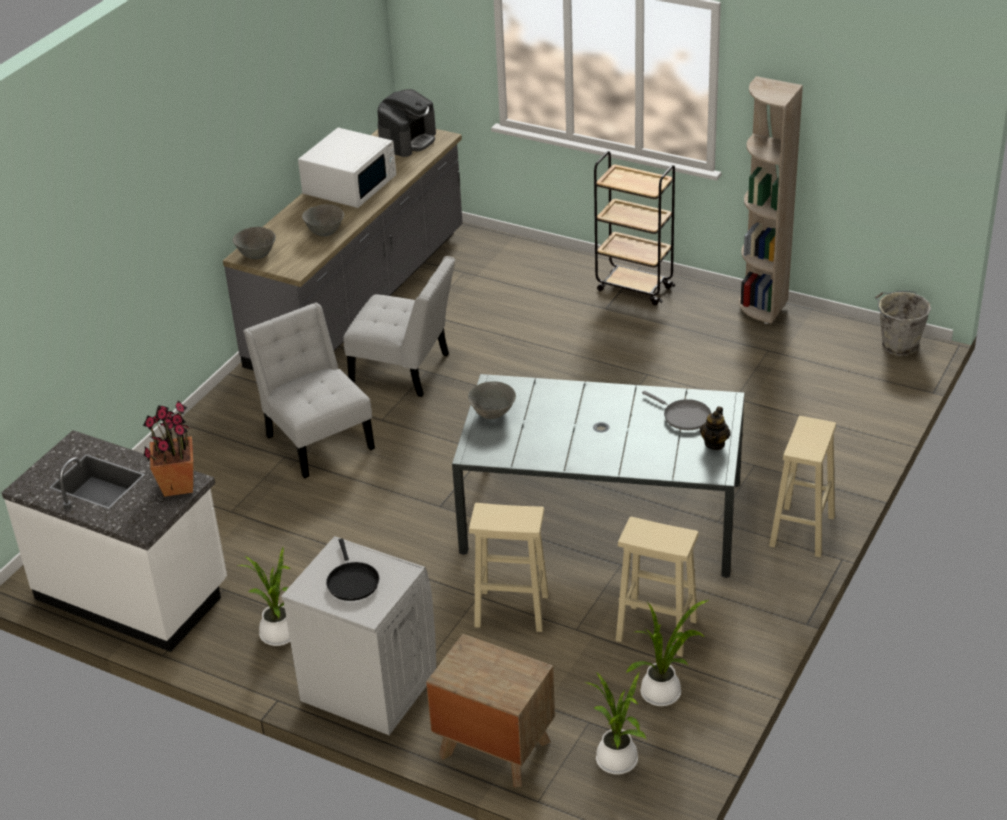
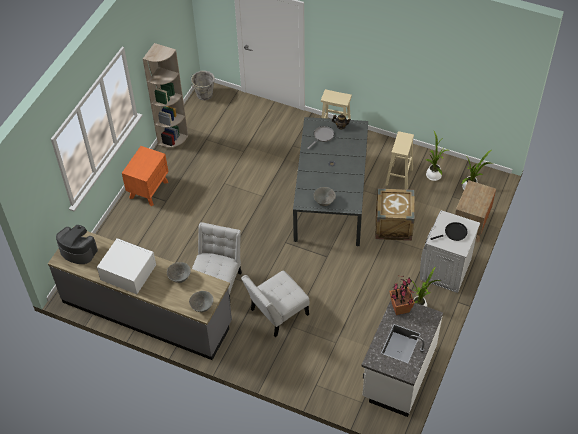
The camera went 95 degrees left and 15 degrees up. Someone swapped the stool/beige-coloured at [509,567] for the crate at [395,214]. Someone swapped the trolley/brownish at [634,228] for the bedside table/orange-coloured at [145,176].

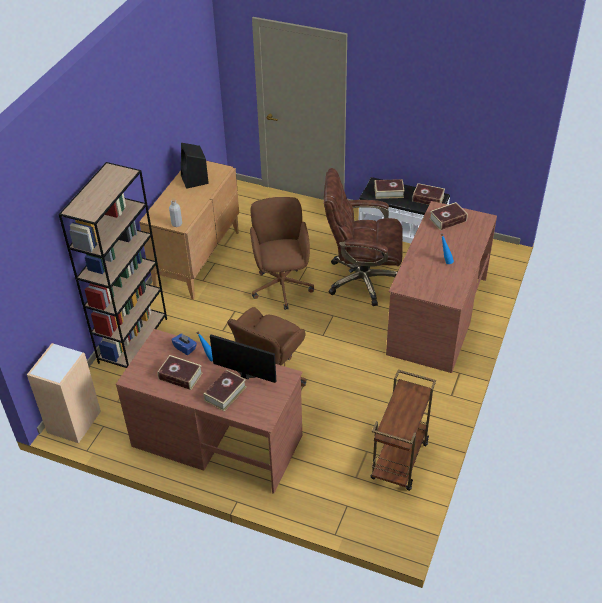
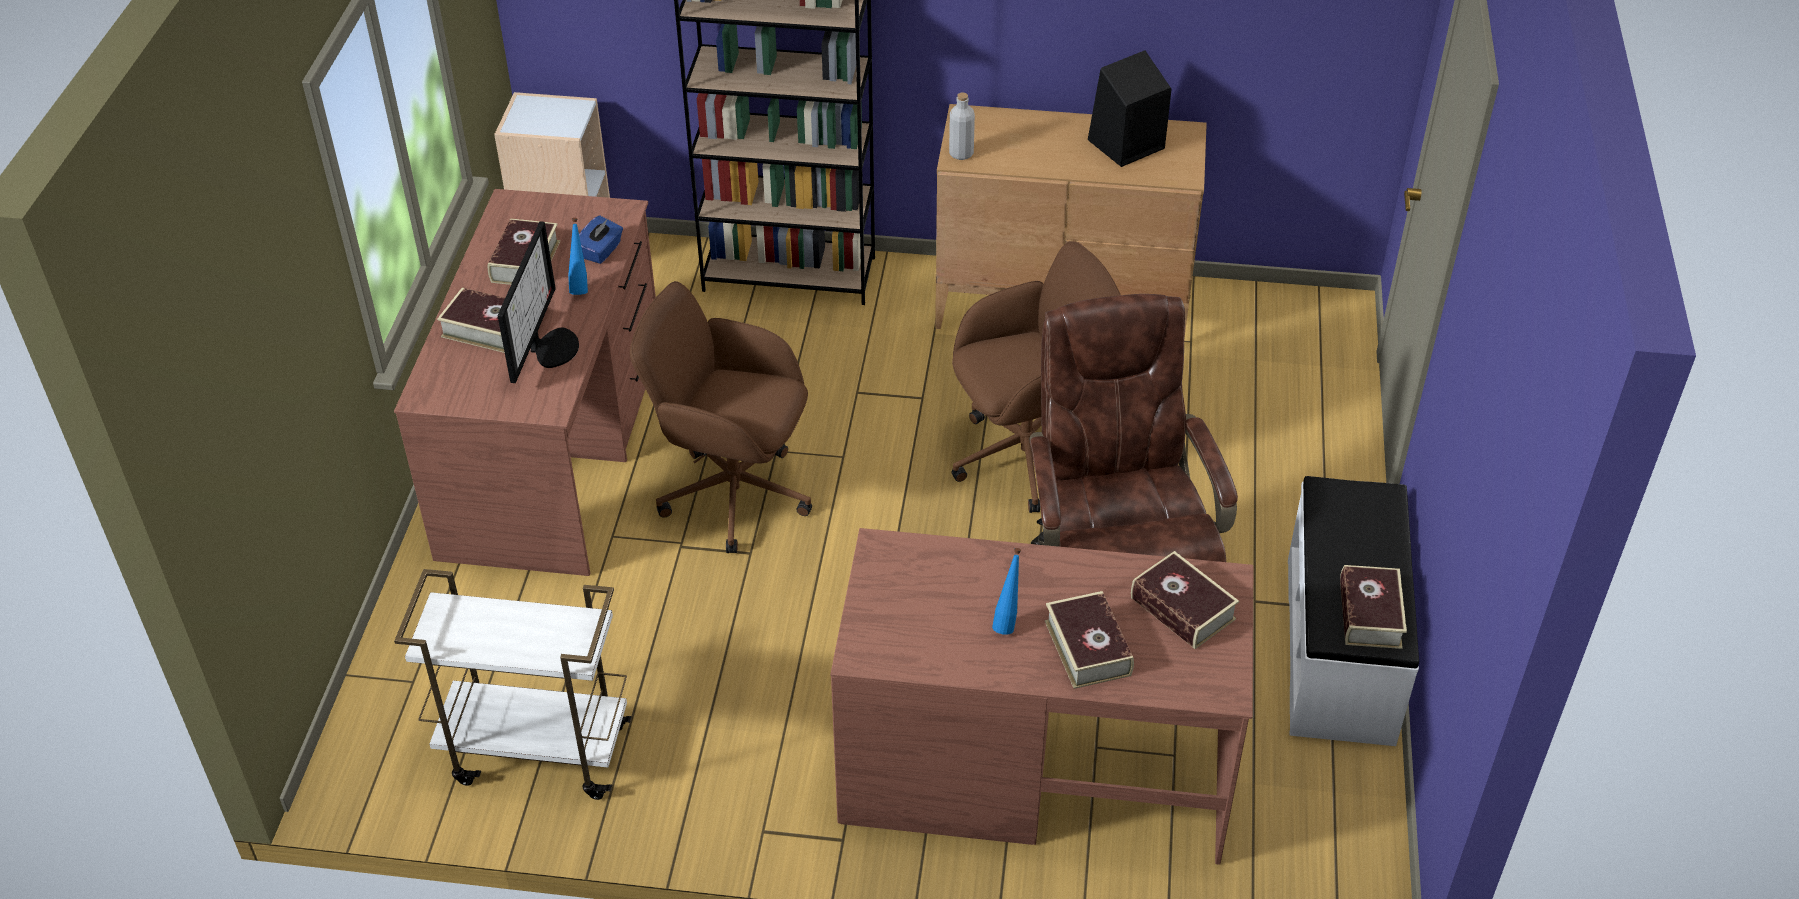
The camera went 75 degrees right and 0 degrees up. Someone repainted the trolley/brownish at [403,430], which became the trolley/whitish at [513,684]. Someone carried the bound book from [389,189] to [1089,640].

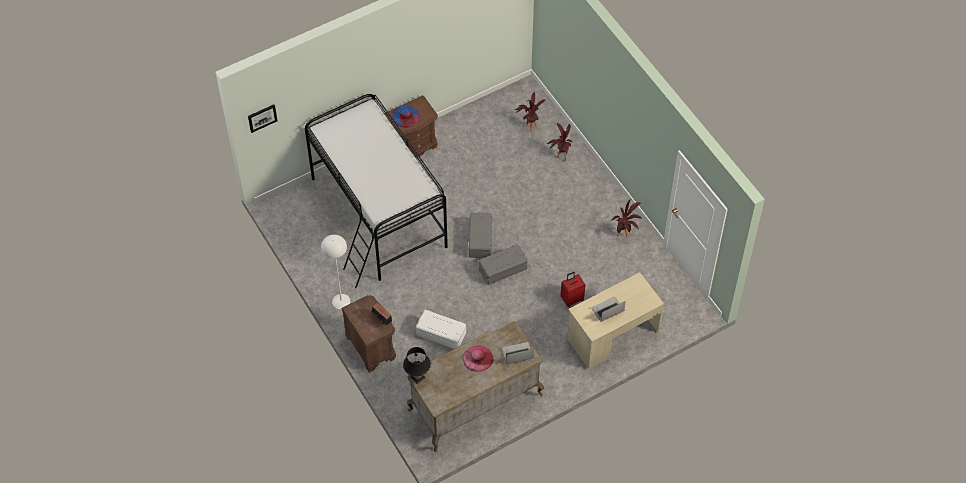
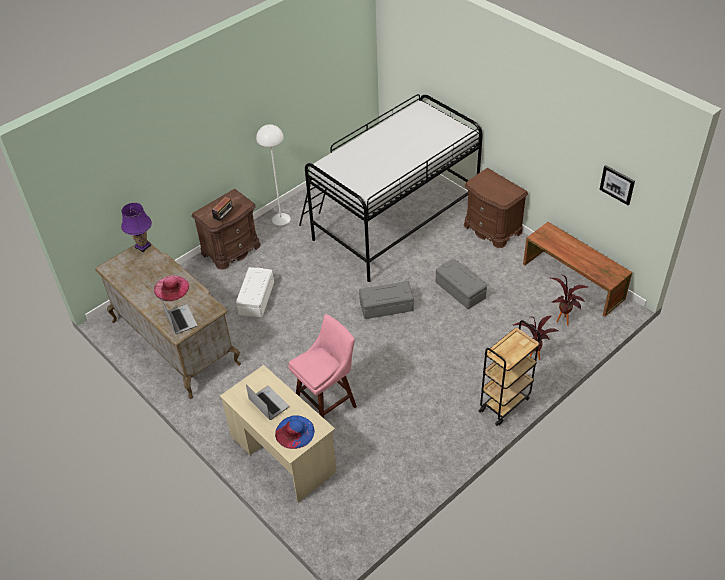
The camera went 80 degrees right and 10 degrees down. Someone carried the picture from [263,118] to [617,185]. Someone carried the hat/blue from [406,117] to [295,432]. Someone repainted the table lamp/blackish at [417,366], which became the table lamp/purple at [136,227]. Someone carried the storage bin/grey from [503,265] to [461,284]. Someone swapped the suitcase/red at [573,289] for the stool/pink-coloured at [322,366]. Someone took away the houseplant at [627,218]. Someone put down the trolley/brownish at [509,373]. Someone put down the bench/brownish at [577,269].

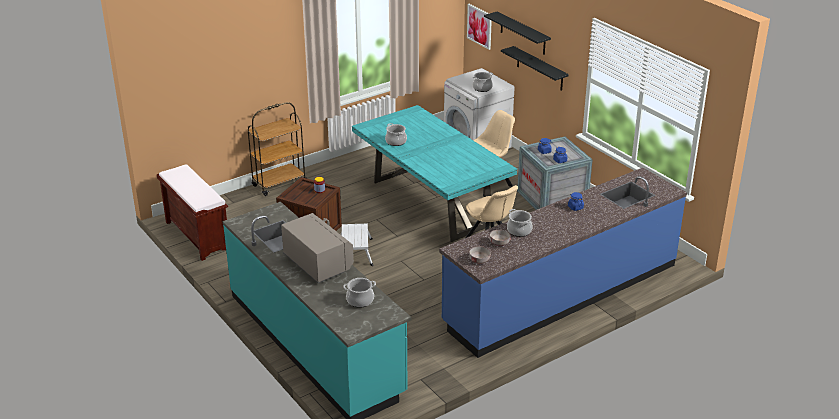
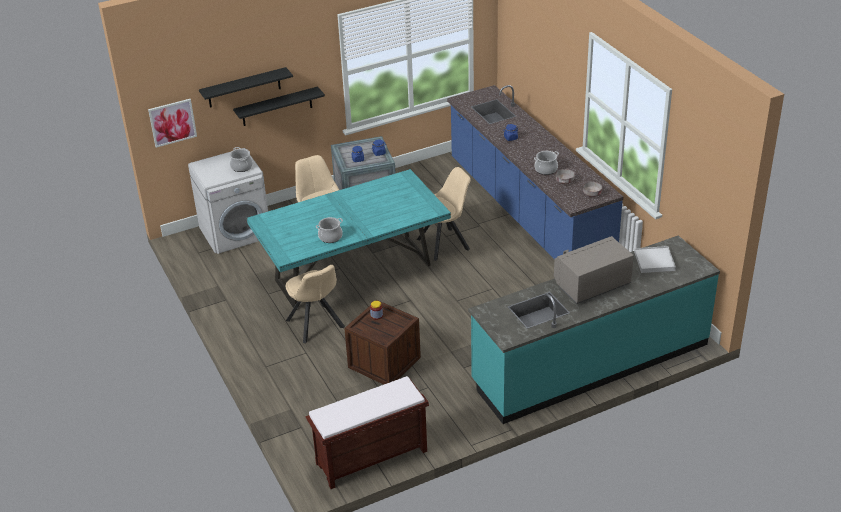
The camera went 80 degrees left and 5 degrees up. Someone took away the trolley/brownish at [278,149]. Someone took away the stepladder/whitish at [357,245]. Someone swapped the stockpot at [359,293] for the serving tray/whitish at [655,259]. Someone put down the upright chair/beige-coloured at [315,304].

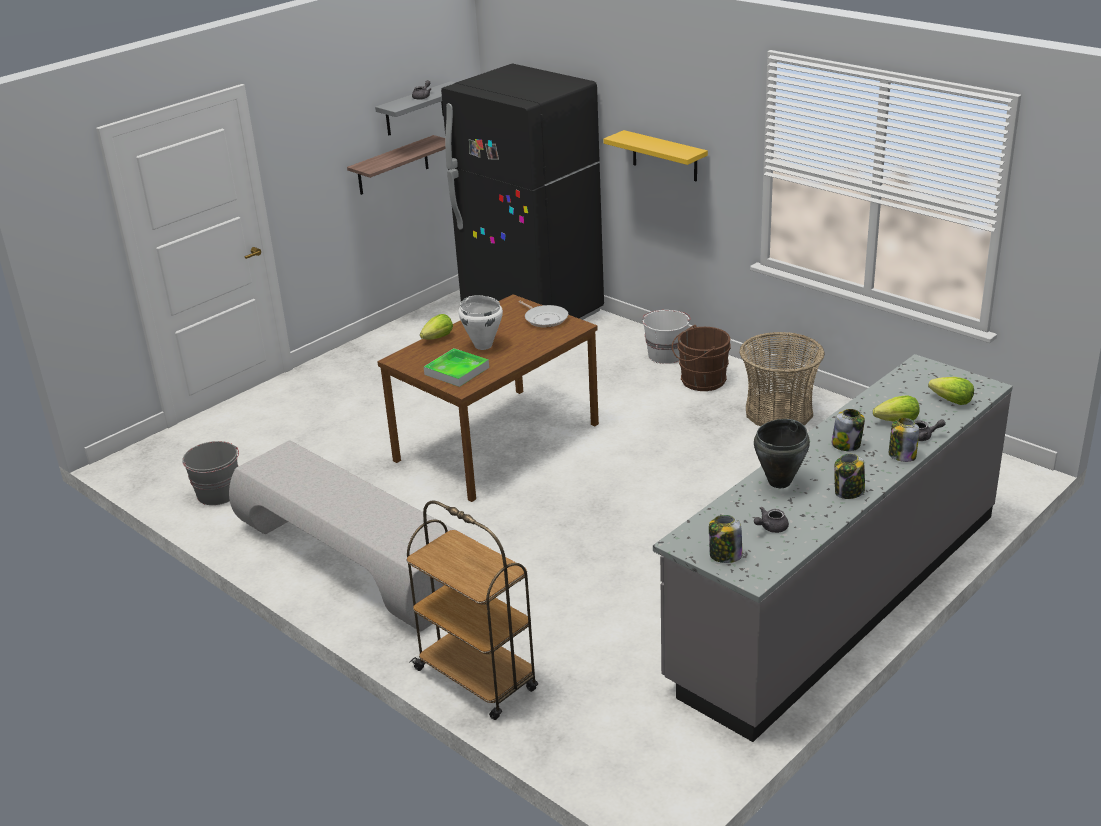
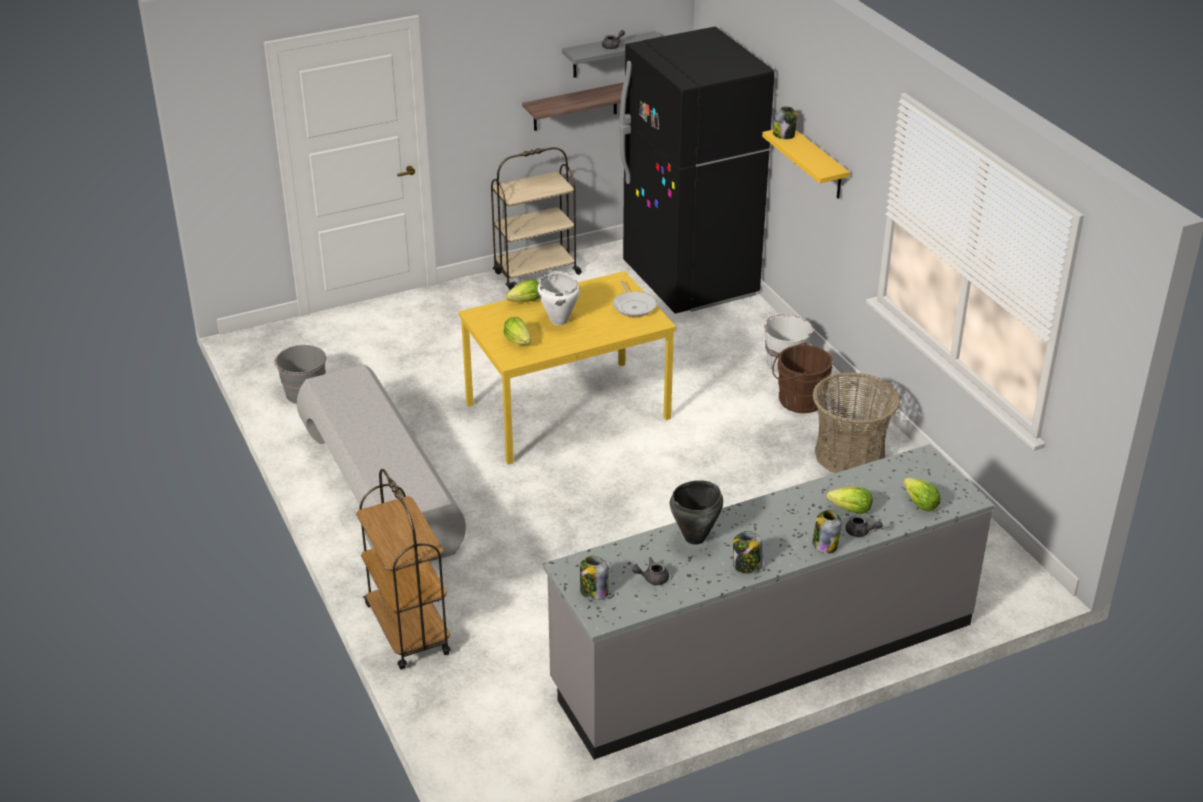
The camera went 20 degrees right and 5 degrees up. Someone repainted the kitchen table/brownish at [488,398], which became the kitchen table/yellow at [567,368]. Someone swapped the serving tray at [456,367] for the lettuce at [517,331]. Someone carried the jar from [848,430] to [785,122]. Someone put down the trolley/beige-coloured at [536,218].

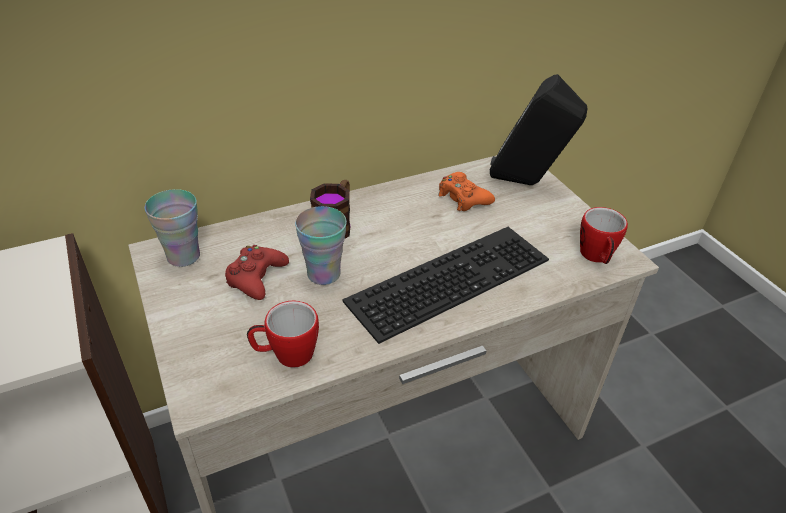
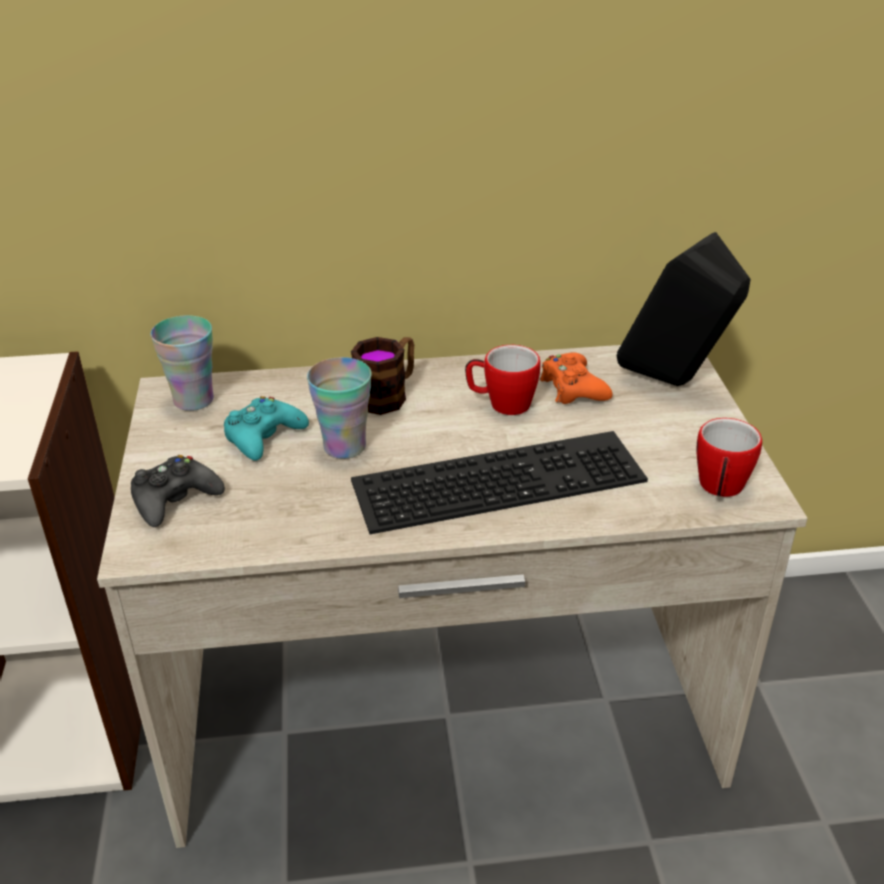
The camera went 20 degrees right and 5 degrees down. Someone repainted the joypad/red at [257,272], which became the joypad/turquoise-coloured at [266,428]. Someone carried the tea mug from [283,334] to [503,380]. Someone put down the joypad/blackish at [178,491].

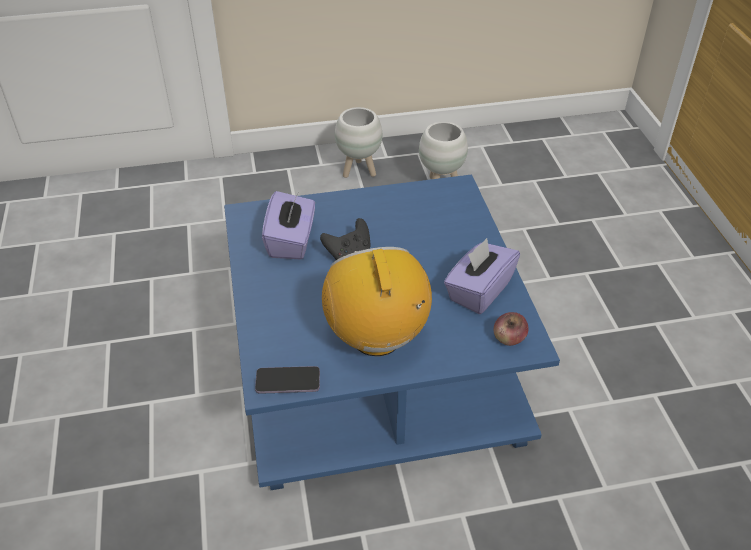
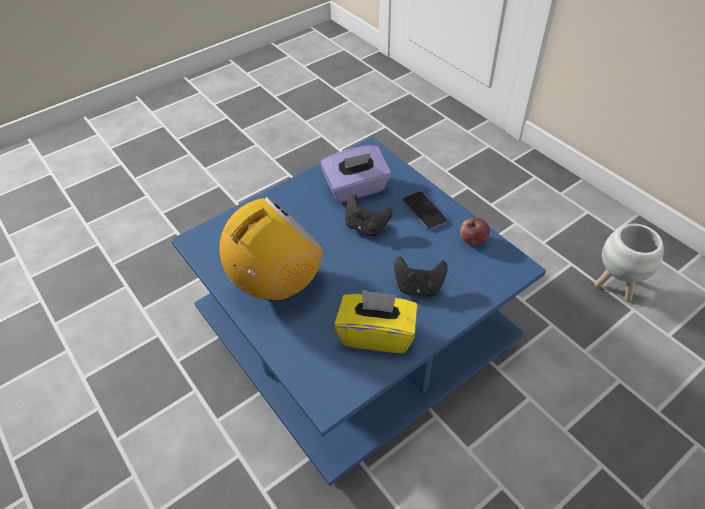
The camera went 65 degrees right and 5 degrees up. Someone carried the phone from [287,380] to [425,210]. Someone took away the flower pot/whitish at [358,142]. Someone repainted the box of tissues/purple at [482,276], which became the box of tissues/yellow at [376,321]. Someone carried the apple from [511,329] to [475,231]. Someone put down the joypad/blackish at [421,277].

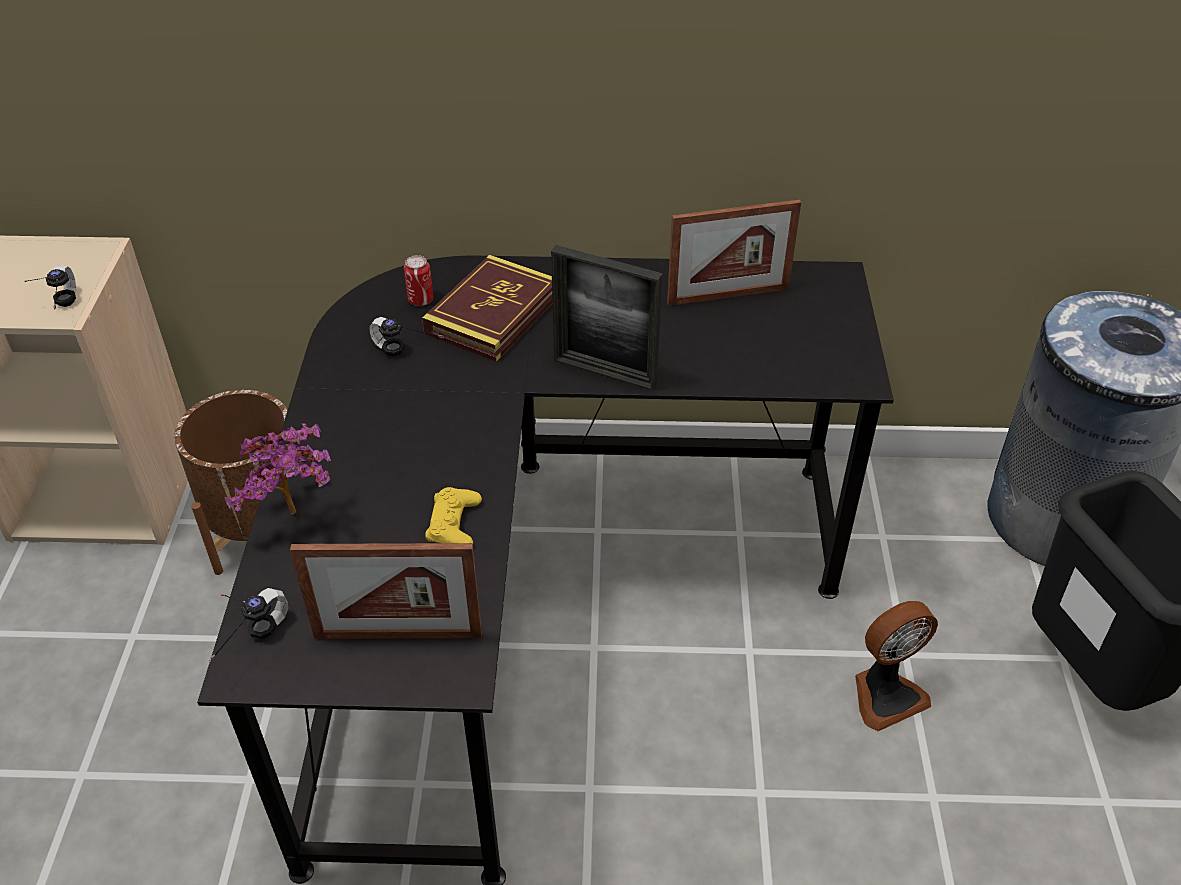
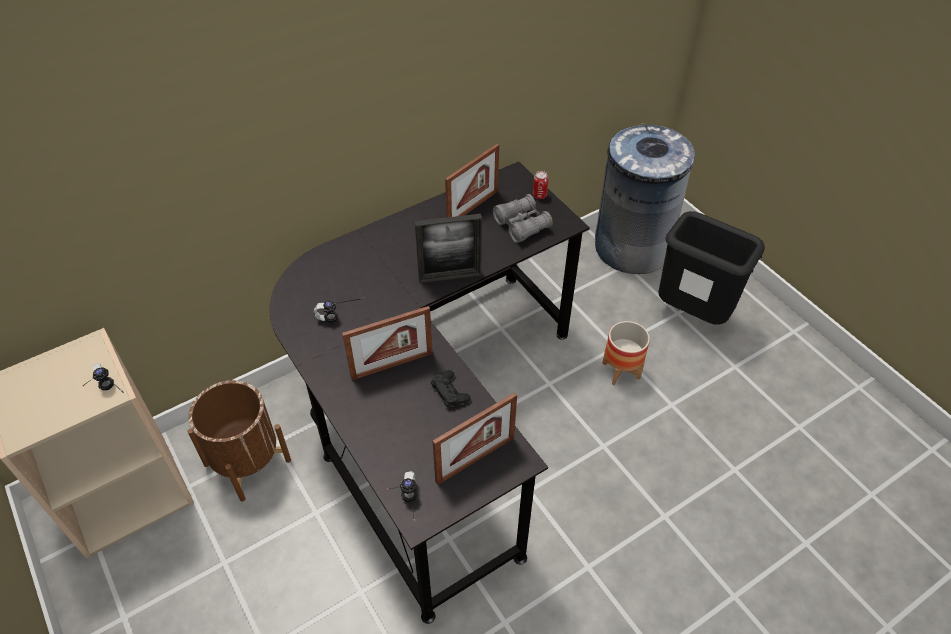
The camera went 35 degrees left and 5 degrees up. Someone took away the houseplant at [277,468]. Someone carried the can from [419,280] to [541,185]. Someone took away the bound book at [487,308]. Someone repainted the joypad/yellow at [453,515], which became the joypad/blackish at [451,388]. Someone swapped the cooling fan at [896,666] for the flower pot at [626,353]. Someone put down the photo frame at [387,343]. Someone put down the field glasses/grey at [523,218].

